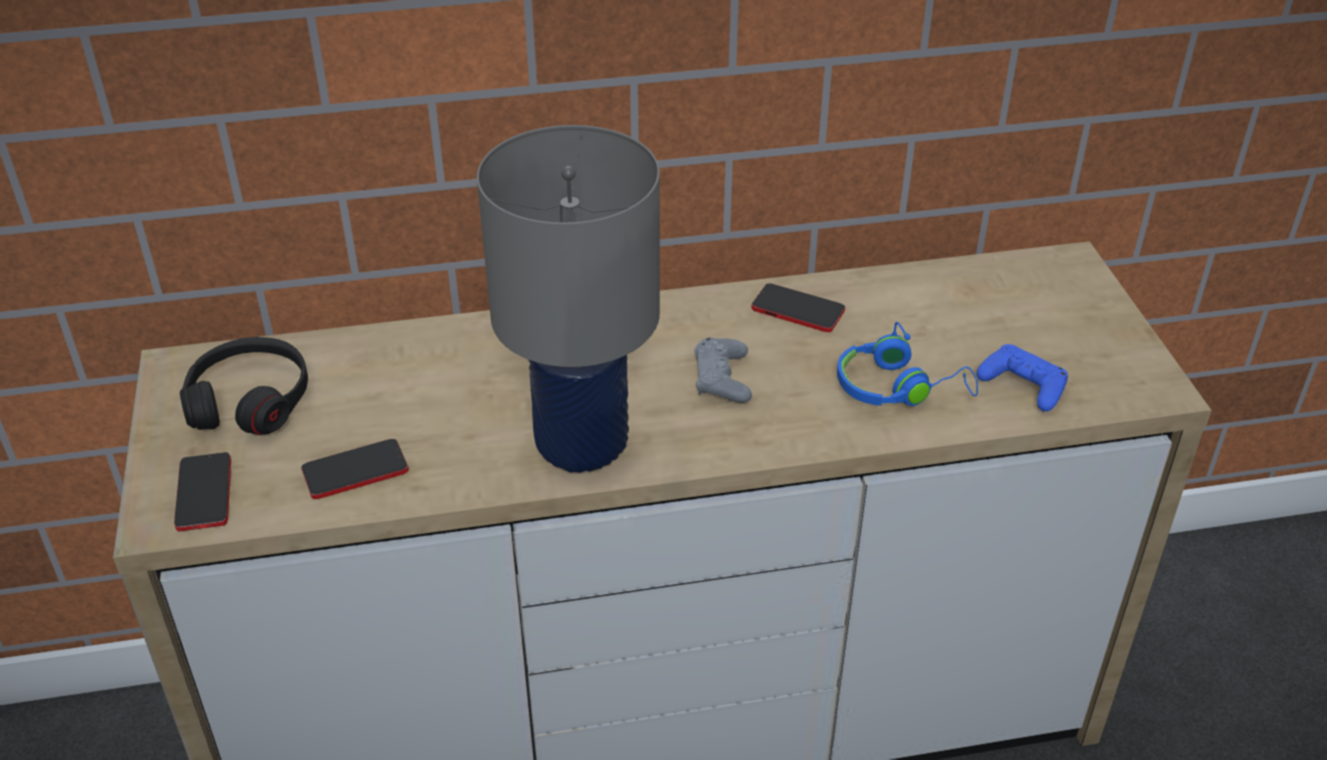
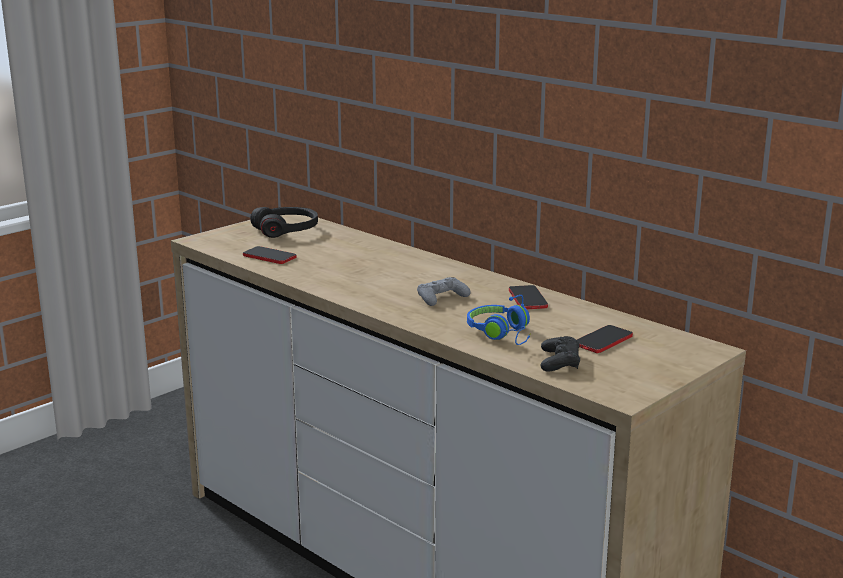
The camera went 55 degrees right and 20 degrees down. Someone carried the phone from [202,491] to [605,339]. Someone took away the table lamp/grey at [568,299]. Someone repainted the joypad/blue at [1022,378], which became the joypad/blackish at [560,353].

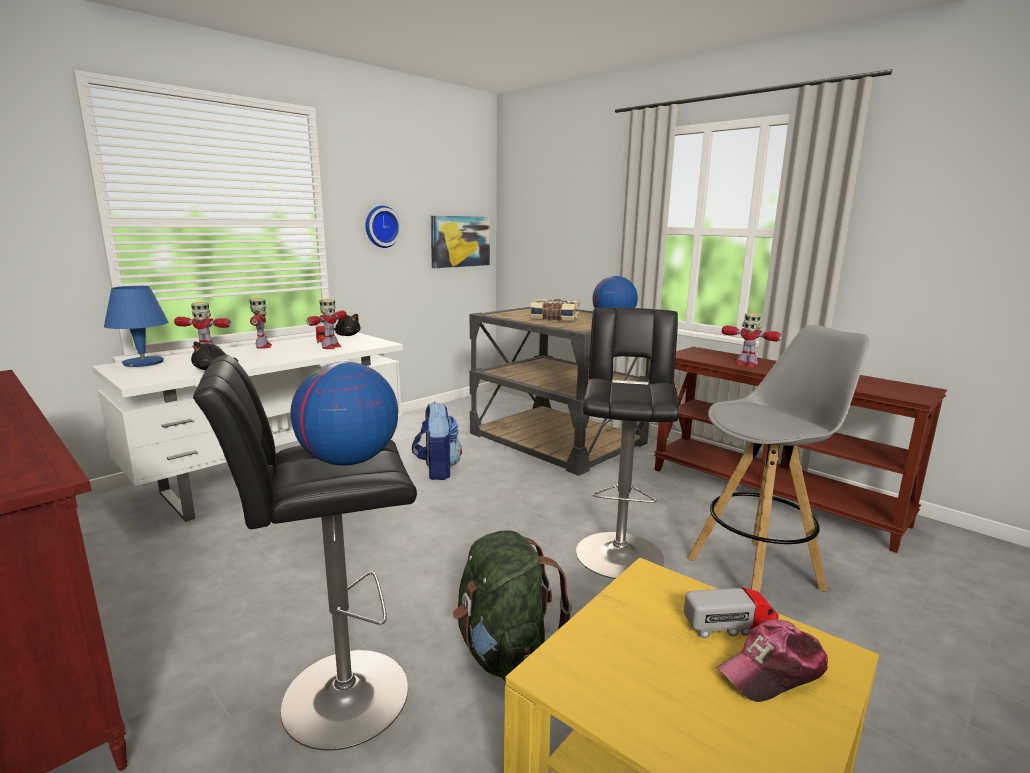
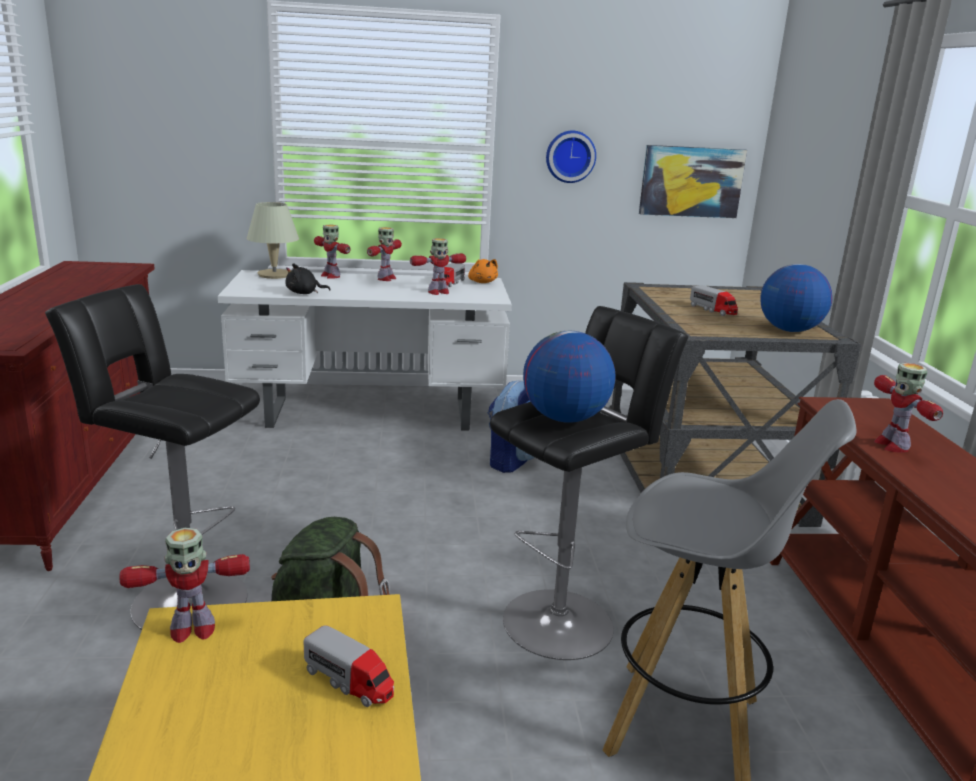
The camera went 40 degrees right and 5 degrees up. Someone repainted the table lamp/blue at [136,326], which became the table lamp/beige-coloured at [273,240]. Someone carried the desk globe from [344,414] to [569,377]. Someone repainted the soft toy/blackish at [347,325], which became the soft toy/orange-coloured at [483,271]. Someone swapped the bound book at [555,310] for the toy lorry at [714,300]. Someone took away the peaked cap at [772,660]. Someone put down the model robot at [184,585].

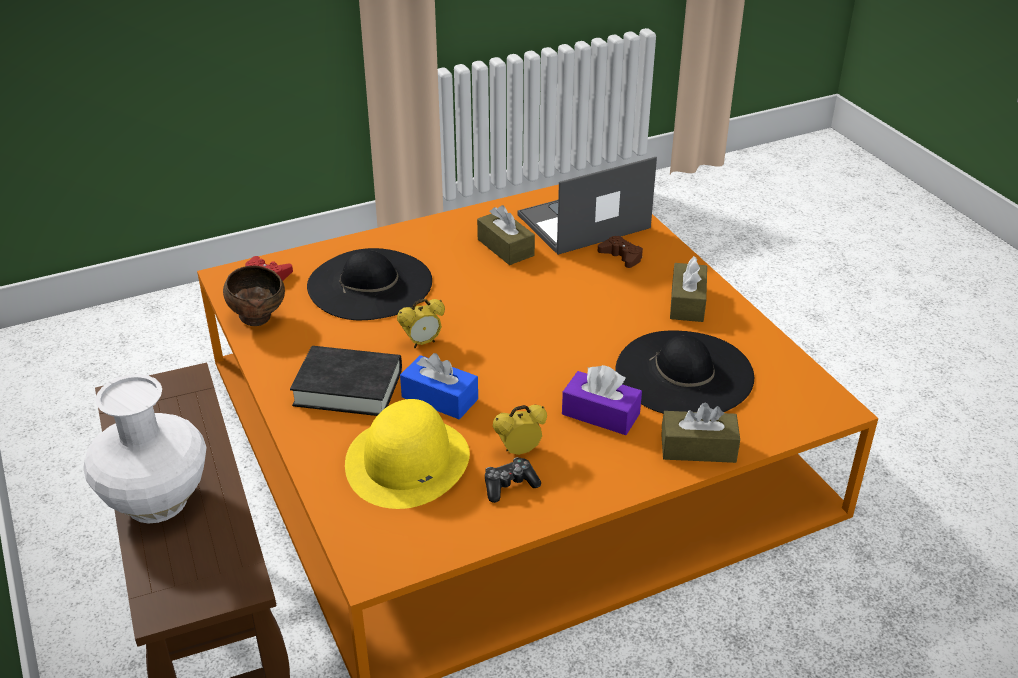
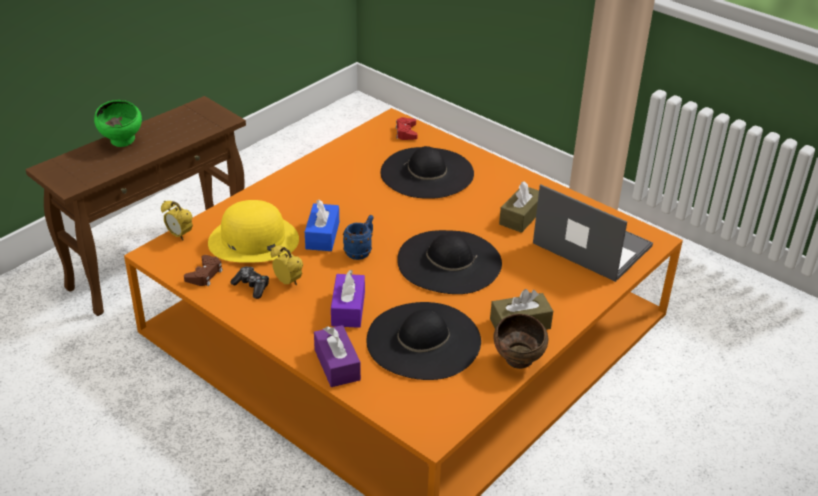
The camera went 65 degrees right and 0 degrees up. Someone swapped the vase/whitish at [144,448] for the deep dish/greenish at [118,123]. Someone carried the deep dish/brownish from [254,296] to [521,341]. Someone took away the bound book/blackish at [346,381]. Someone carried the alarm clock from [421,323] to [177,220]. Someone carried the joypad/brownish from [620,252] to [203,270]. Someone repainted the box of tissues/brownish at [700,433], which became the box of tissues/purple at [337,356]. Someone put down the tea mug/blue at [358,237]. Someone put down the hat/blackish at [449,262].

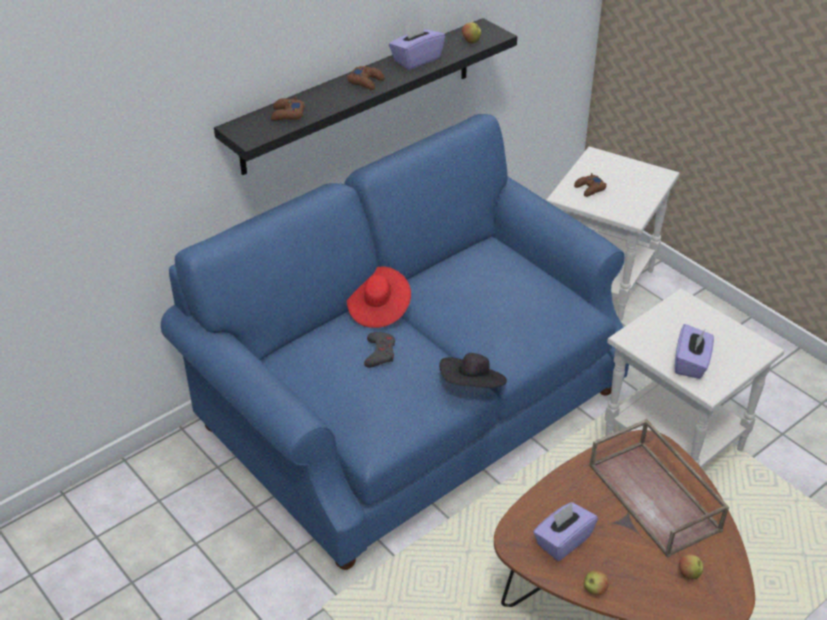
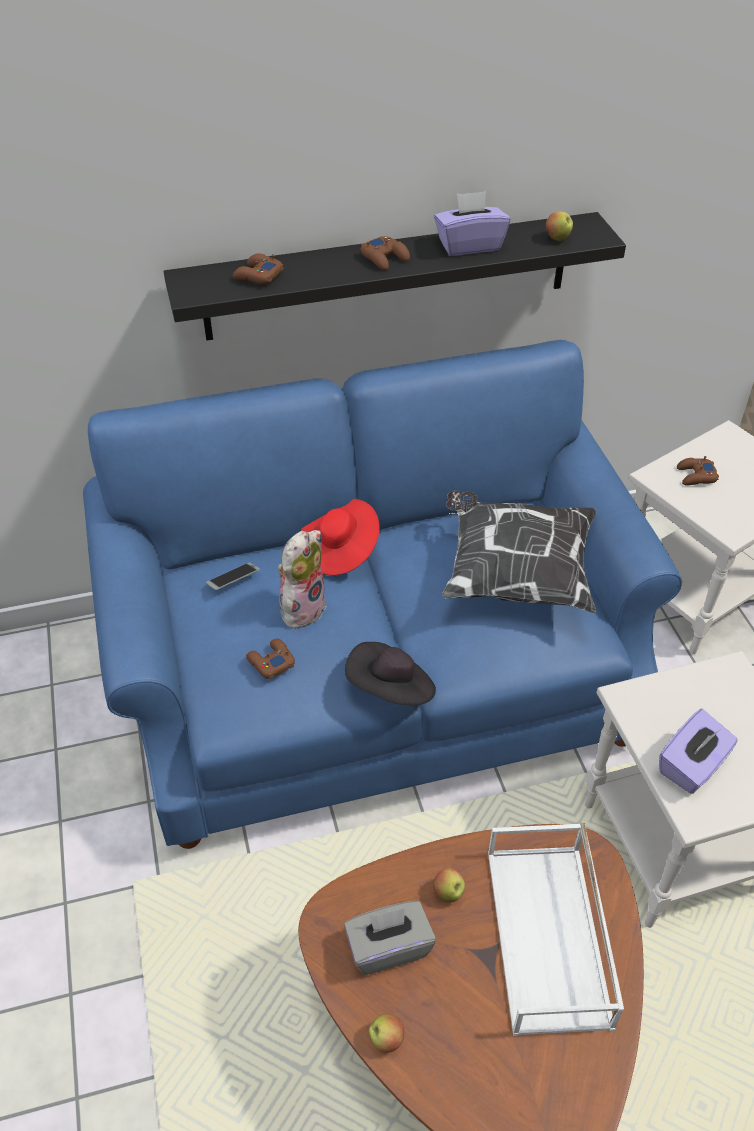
The camera went 25 degrees right and 5 degrees up. Someone swapped the joypad/grey at [379,350] for the soft toy at [302,579]. Someone repainted the box of tissues/purple at [565,531], which became the box of tissues/grey at [390,938]. Someone repainted the serving tray/brownish at [659,488], which became the serving tray/whitish at [556,929]. Someone carried the apple from [691,566] to [449,885]. Someone put down the phone at [233,576]. Someone put down the joypad/brownish at [270,659]. Someone put down the pillow at [519,552].

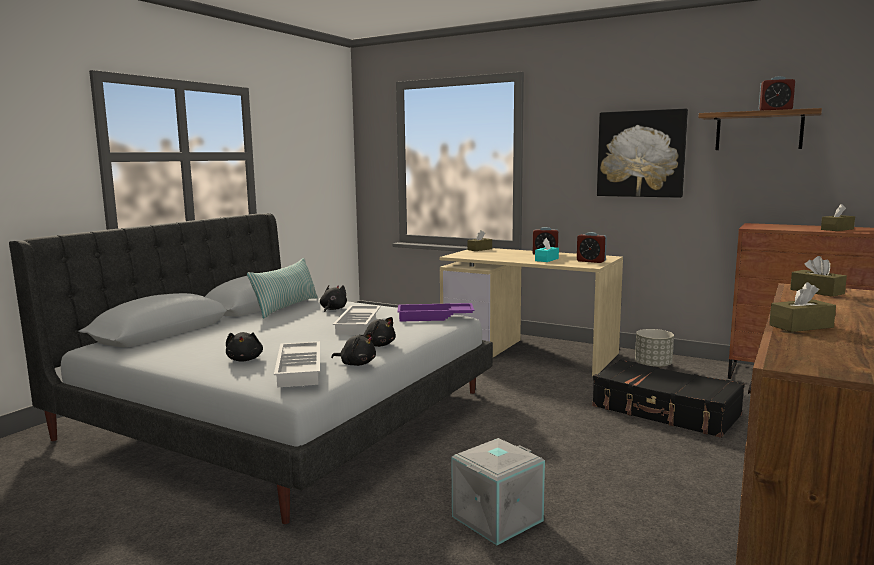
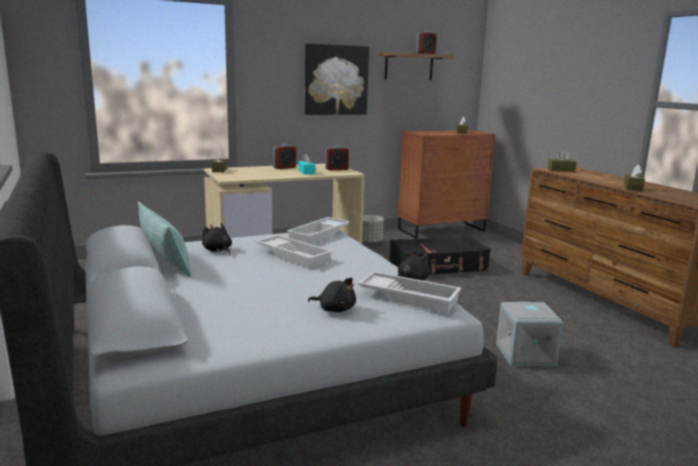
The camera went 55 degrees left and 5 degrees up. Someone took away the soft toy/blackish at [378,332]. Someone repainted the serving tray/purple at [436,312], which became the serving tray/whitish at [319,230].

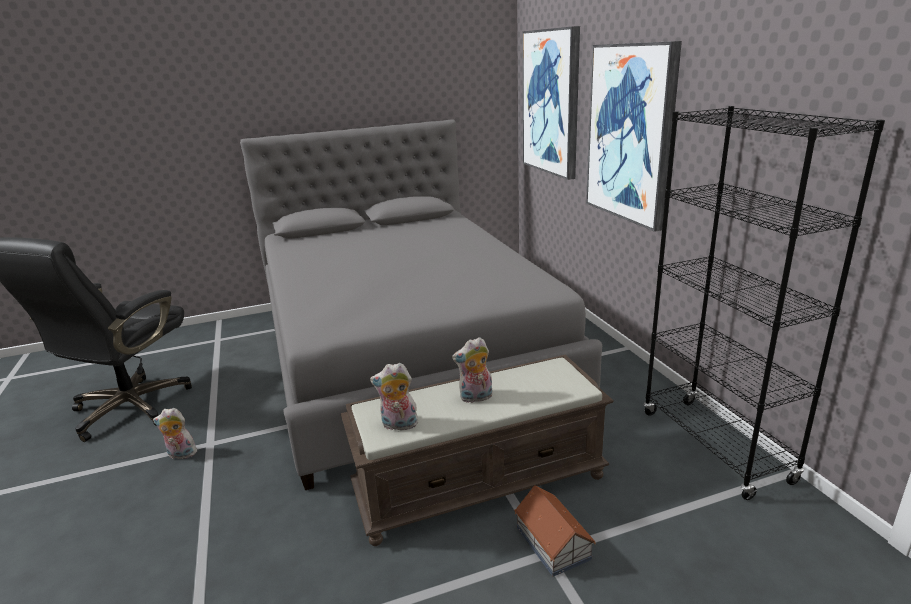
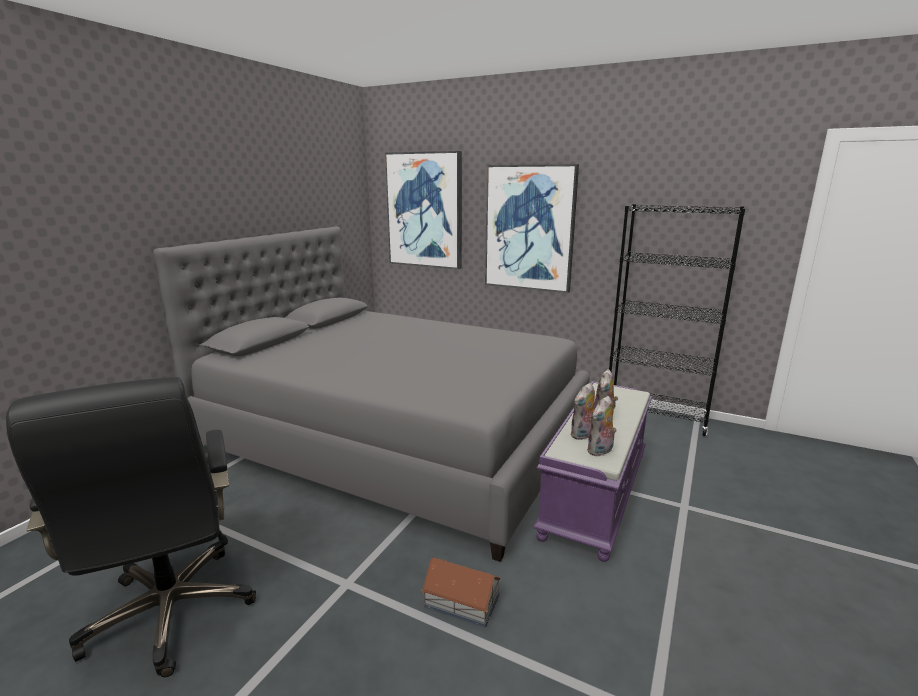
The camera went 45 degrees left and 5 degrees down. Someone carried the soft toy from [175,433] to [582,411]. Someone repainted the bench/brownish at [477,450], which became the bench/purple at [592,471]. Someone carried the model house from [555,531] to [461,592].

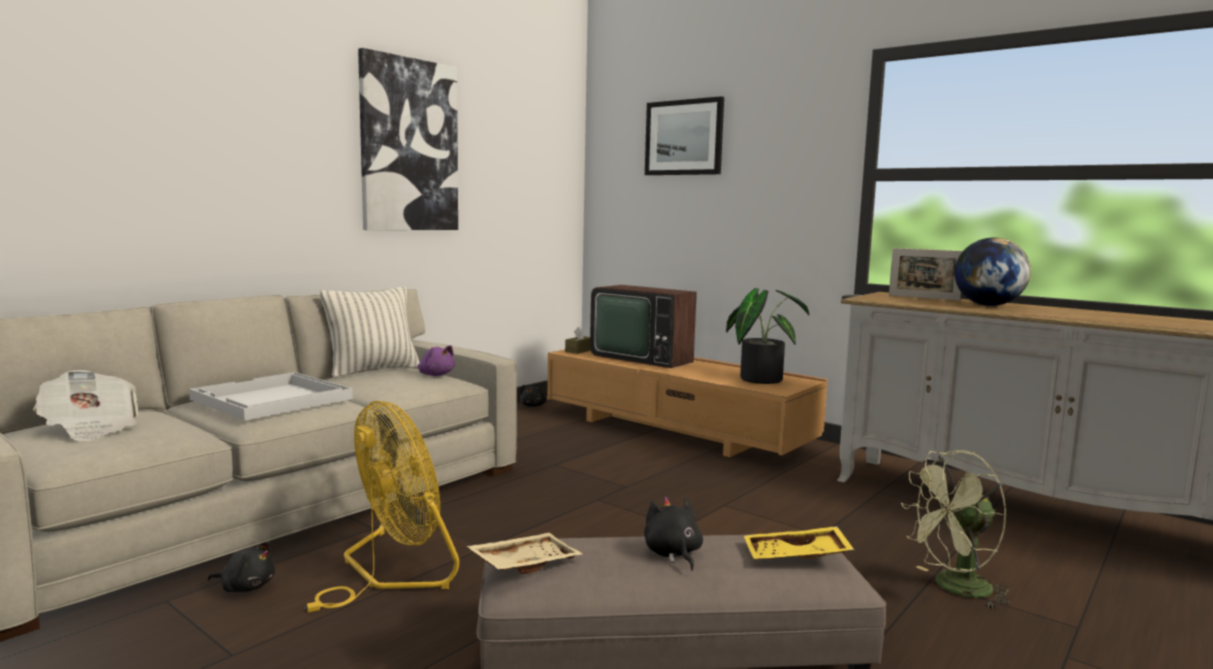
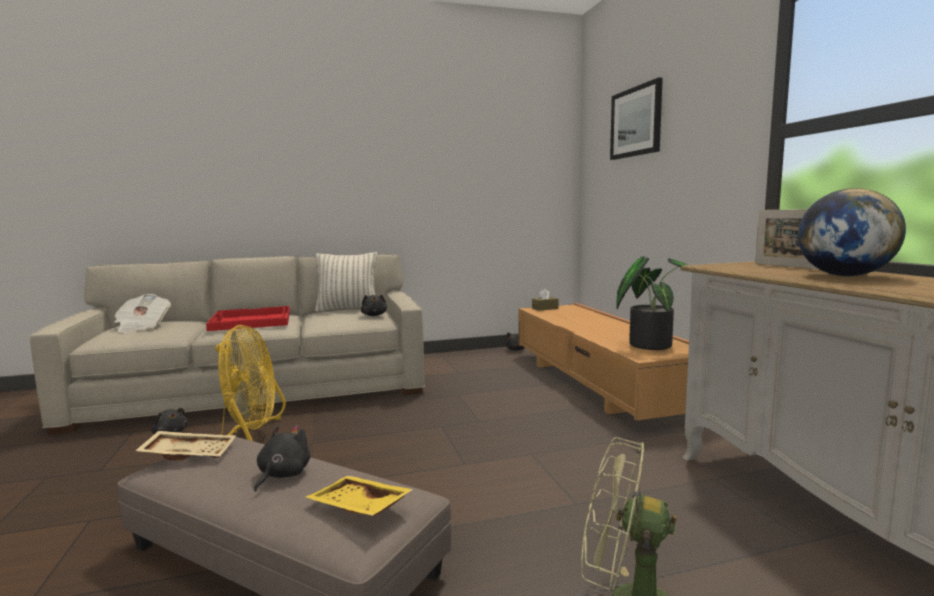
The camera went 35 degrees right and 0 degrees up. Someone repainted the serving tray/whitish at [271,396], which became the serving tray/red at [248,318]. Someone took away the picture at [408,139]. Someone repainted the soft toy/purple at [436,360], which became the soft toy/blackish at [374,305]. Someone took away the TV at [643,326].

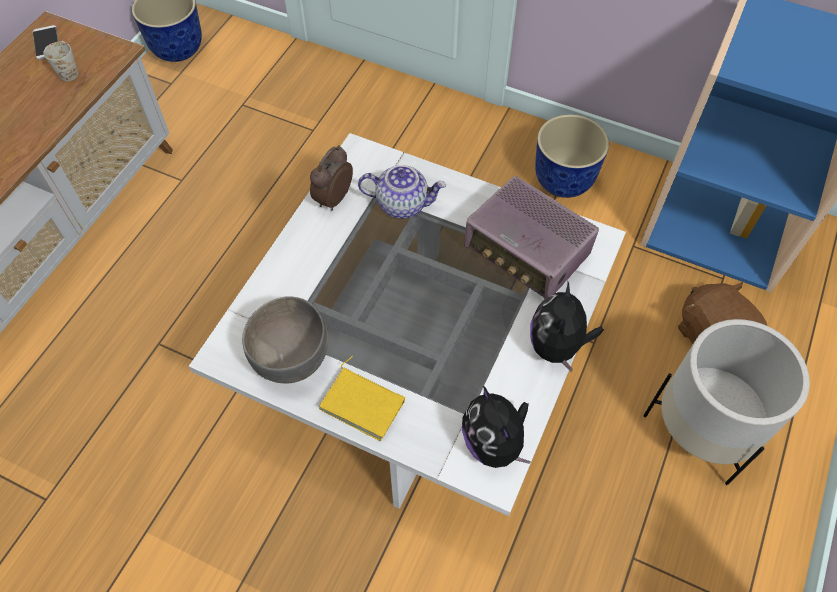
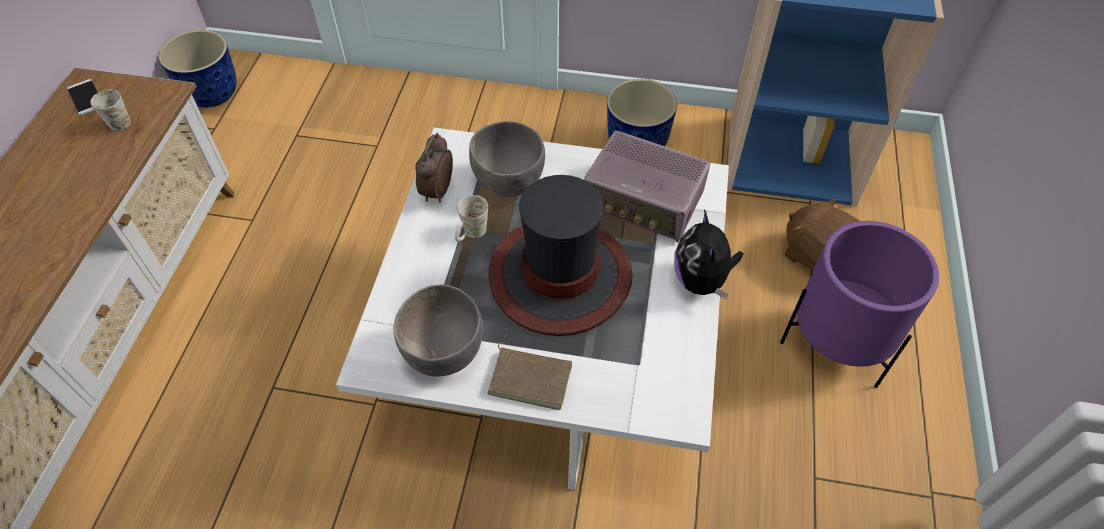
The camera went 15 degrees left and 5 degrees down. Someone repainted the bound book/yellow at [362,398], which became the bound book/brownish at [529,372]. Someone swapped the tea pot at [402,192] for the deep dish/grey at [507,159]. Someone took away the soft toy at [496,427]. Someone repainted the flower pot/whitish at [727,402], which became the flower pot/purple at [859,304]. Someone put down the tea mug/whitish at [471,218]. Someone put down the hat at [561,255].

